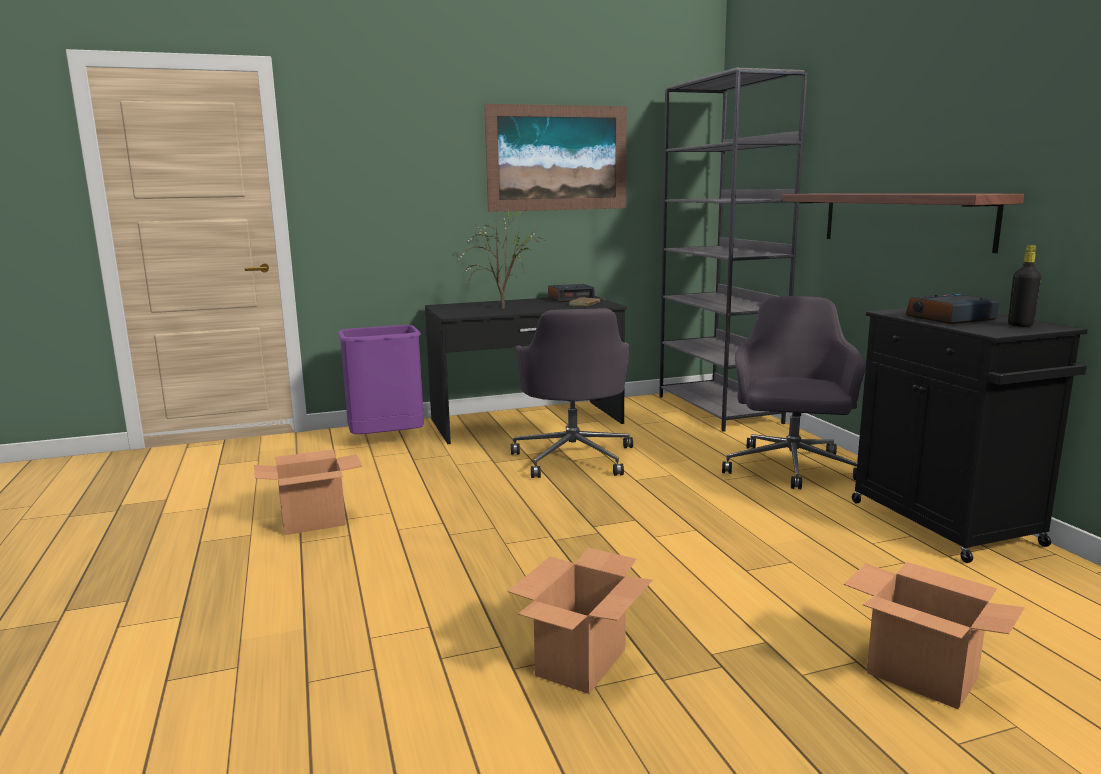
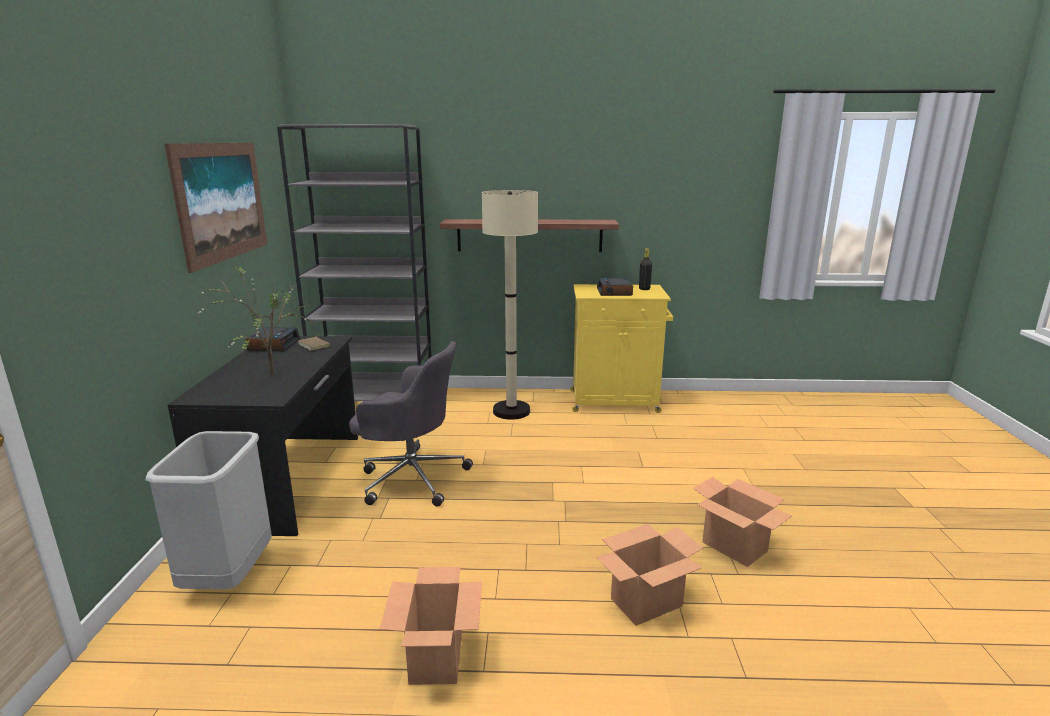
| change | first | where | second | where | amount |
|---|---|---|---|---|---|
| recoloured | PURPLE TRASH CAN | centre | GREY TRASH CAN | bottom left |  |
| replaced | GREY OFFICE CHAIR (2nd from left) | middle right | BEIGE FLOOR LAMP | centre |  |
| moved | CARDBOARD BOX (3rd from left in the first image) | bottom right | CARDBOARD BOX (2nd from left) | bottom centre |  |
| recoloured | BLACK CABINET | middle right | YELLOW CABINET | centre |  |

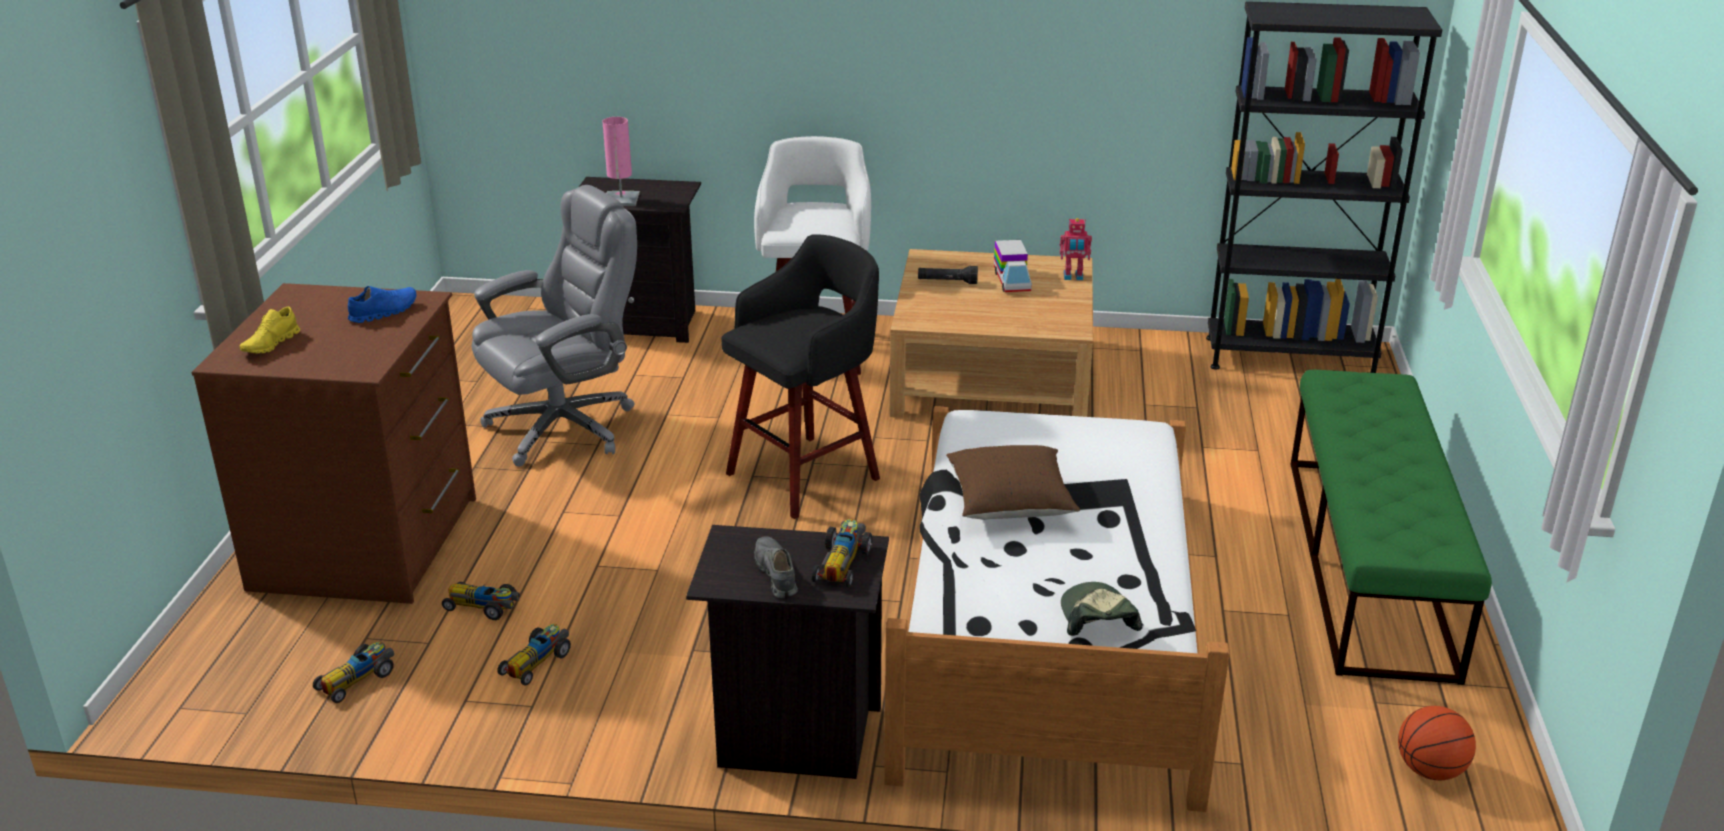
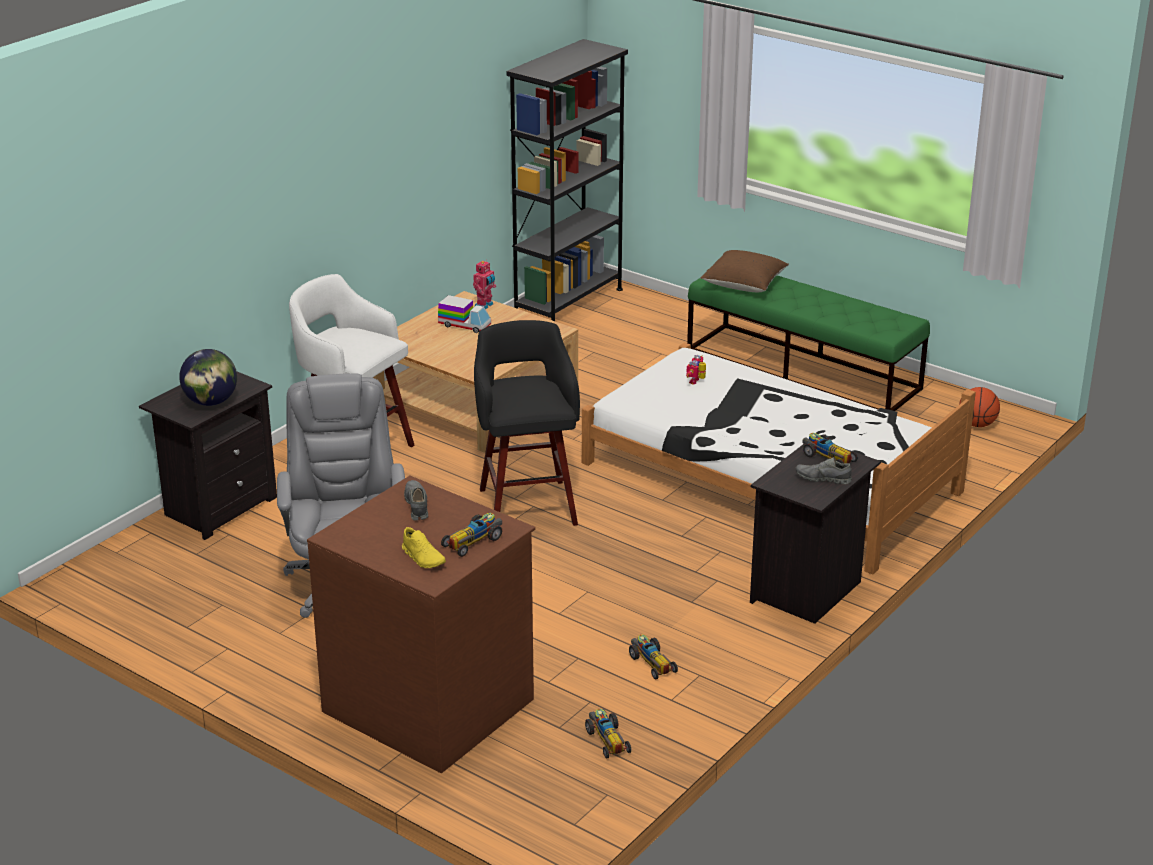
| change | first | where | second | where | amount |
|---|---|---|---|---|---|
| recoloured | BLUE SHOE | middle left | GREY SHOE (1st from left) | centre |  |
| moved | TOY CAR (2nd from left in the first image) | bottom left | TOY CAR (1st from left) | centre |  |
| replaced | PINK TABLE LAMP | top centre | GLOBE | middle left |  |
| removed | BLACK FLASHLIGHT | top centre |  |  |  |
| moved | BROWN PILLOW | centre |  | top centre |  |
| removed | CAP | bottom centre |  |  |  |
| added |  |  | TOY ROBOT (2nd from left) | centre |  |

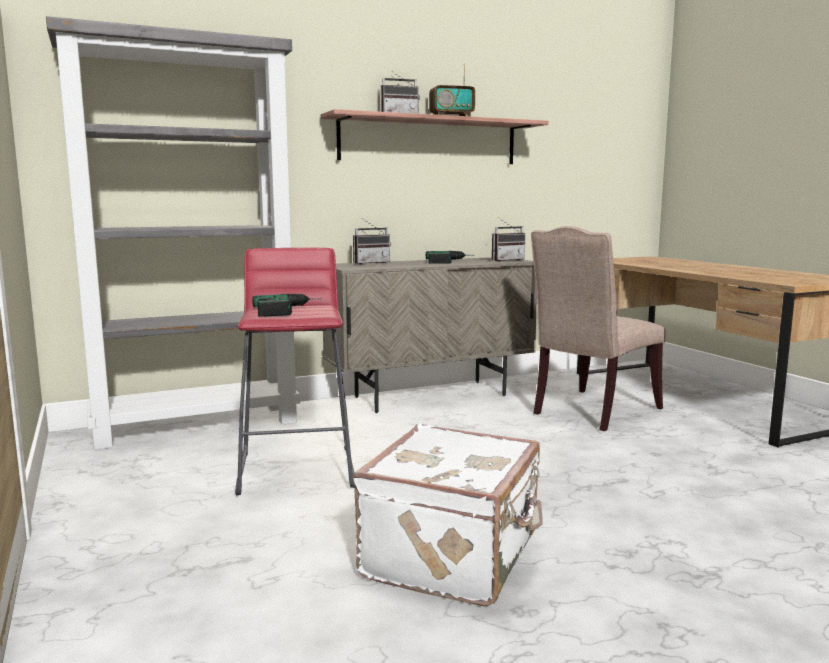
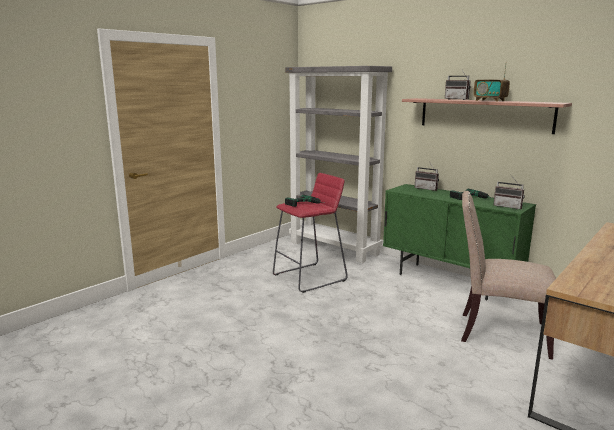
| change | first | where | second | where | amount |
|---|---|---|---|---|---|
| recoloured | BEIGE CABINET | centre | GREEN CABINET | middle right |  |
| removed | WHITE SUITCASE | bottom centre |  |  |  |

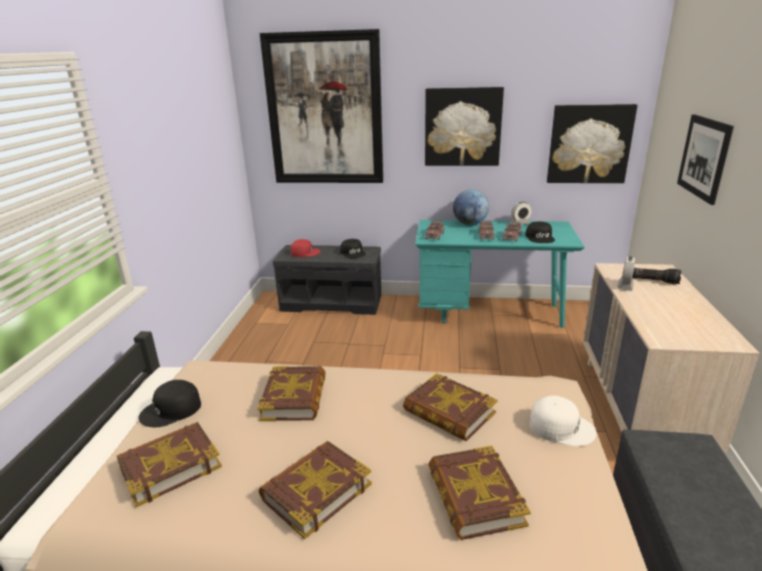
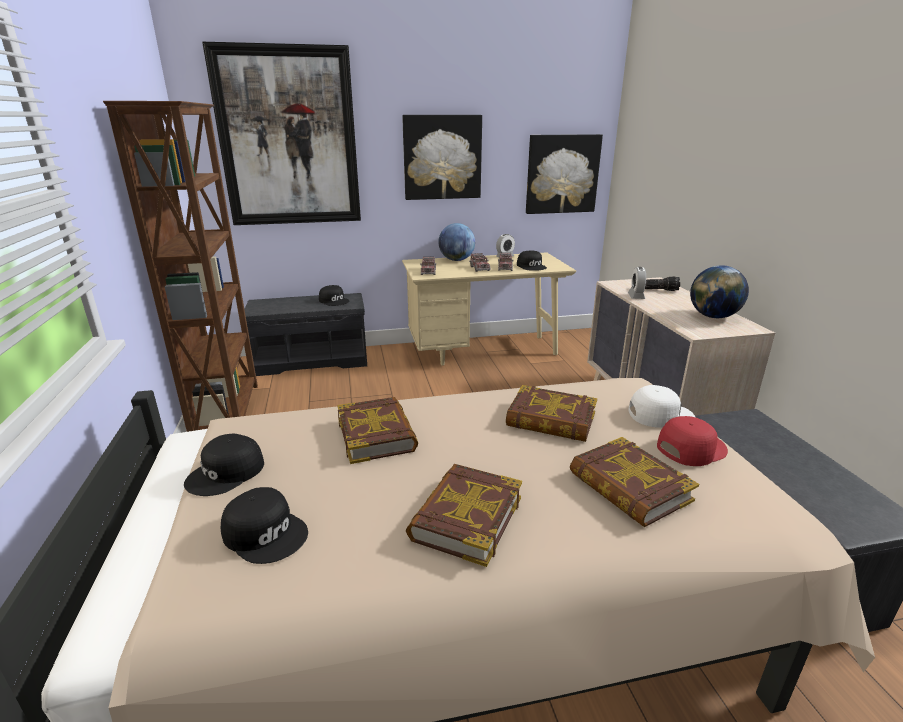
| change | first | where | second | where | amount |
|---|---|---|---|---|---|
| replaced | BOOK (1st from left) | bottom left | BLACK CAP (2nd from left) | bottom left |  |
| moved | RED CAP | centre |  | middle right |  |
| recoloured | TURQUOISE DESK | centre | BEIGE DESK | centre |  |
| removed | PICTURE (4th from left) | top right |  |  |  |
| added |  |  | BROWN BOOKCASE | middle left |  |
| added |  |  | GLOBE (2nd from left) | middle right |  |

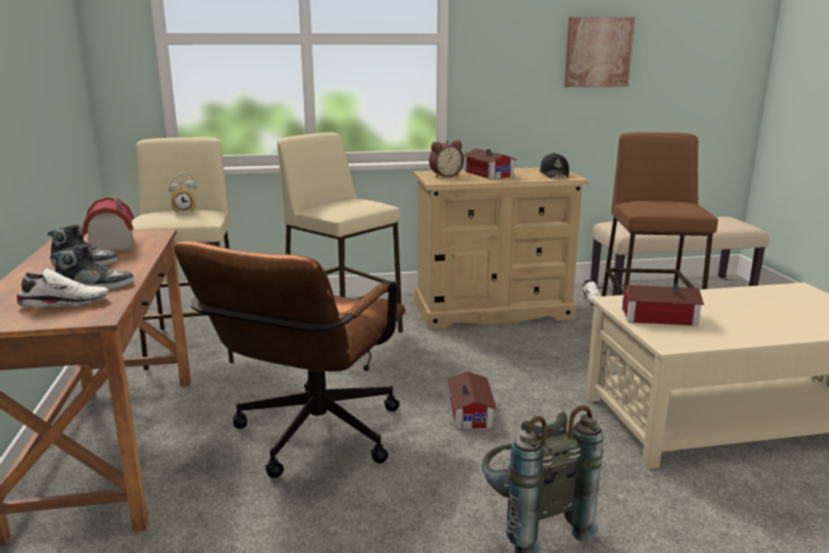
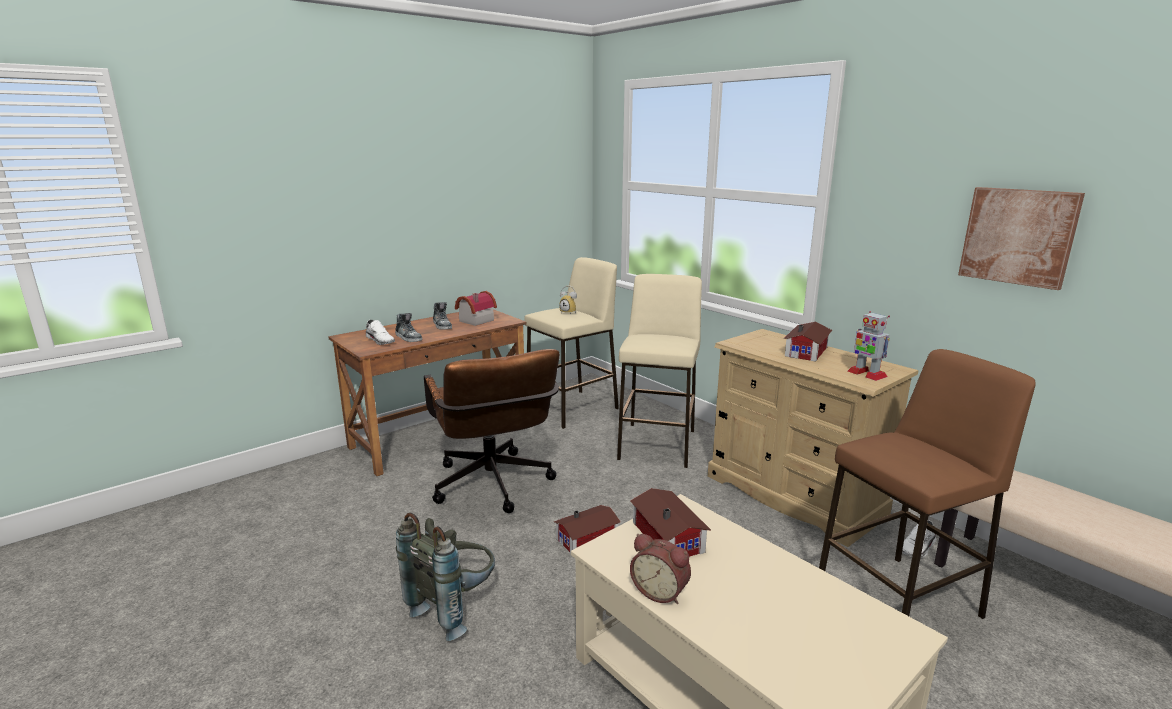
| change | first | where | second | where | amount |
|---|---|---|---|---|---|
| turned | BROWN OFFICE CHAIR | centre |  | centre | 105 degrees counterclockwise |
| moved | ALARM CLOCK (2nd from left) | top centre |  | bottom centre |  |
| replaced | BLACK CAP | top right | TOY ROBOT | middle right |  |

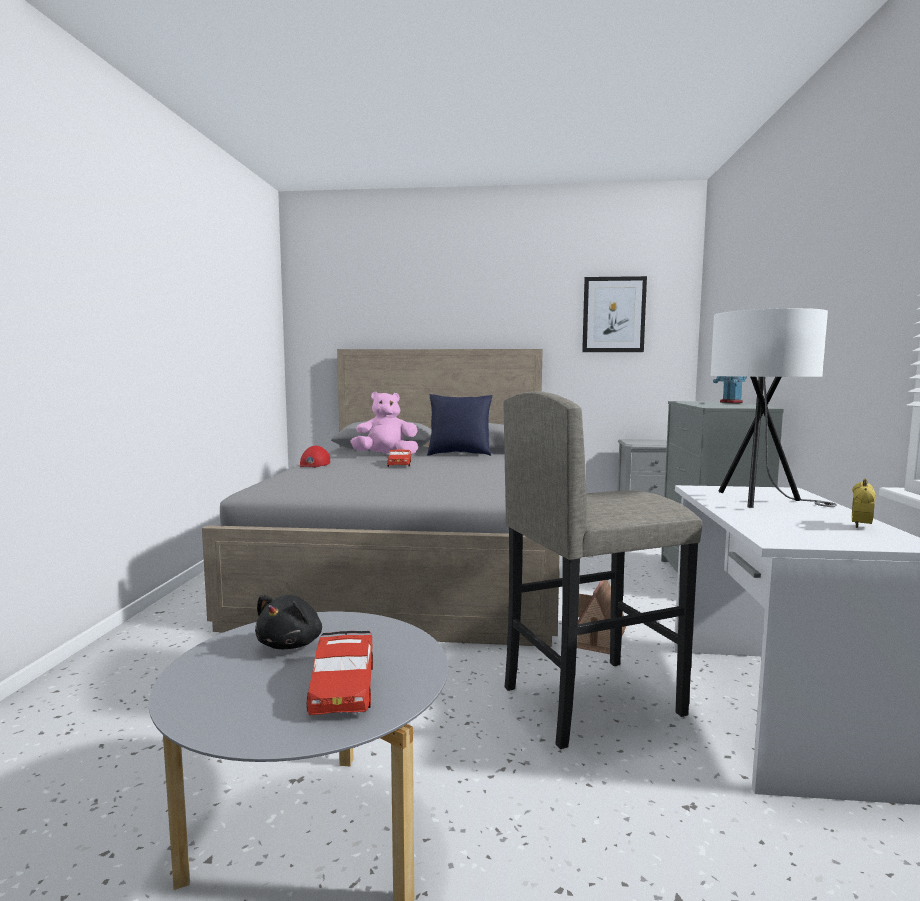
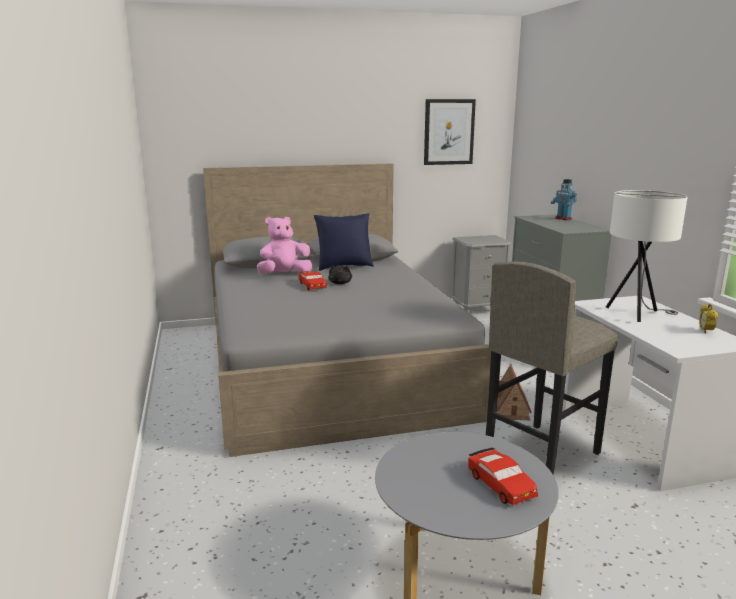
| change | first | where | second | where | amount |
|---|---|---|---|---|---|
| moved | BLACK PLUSH TOY | bottom left |  | centre |  |
| removed | RED CAP | centre |  |  |  |

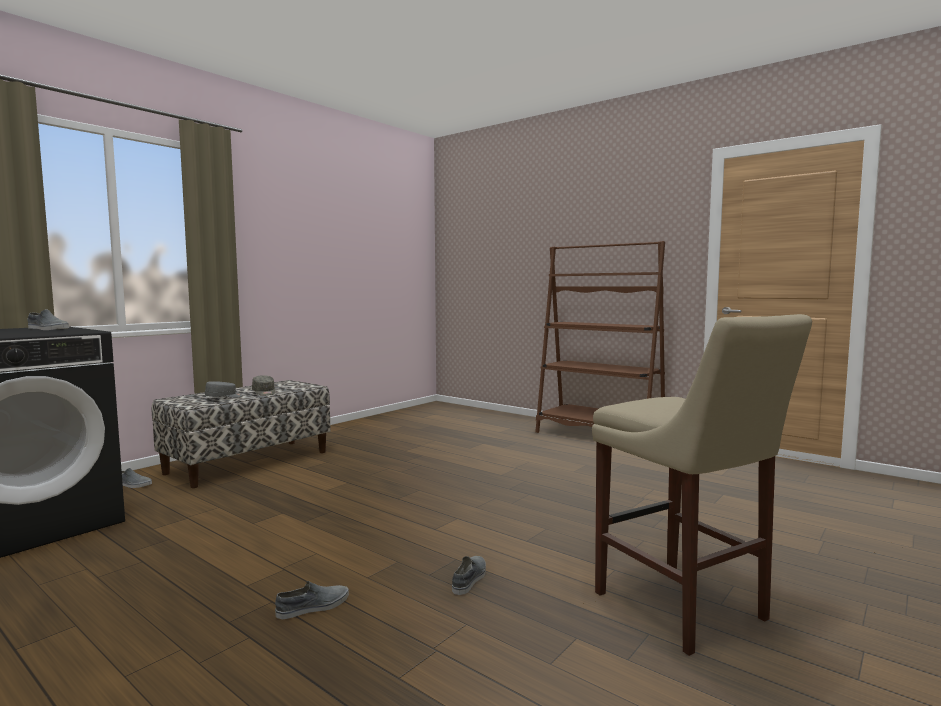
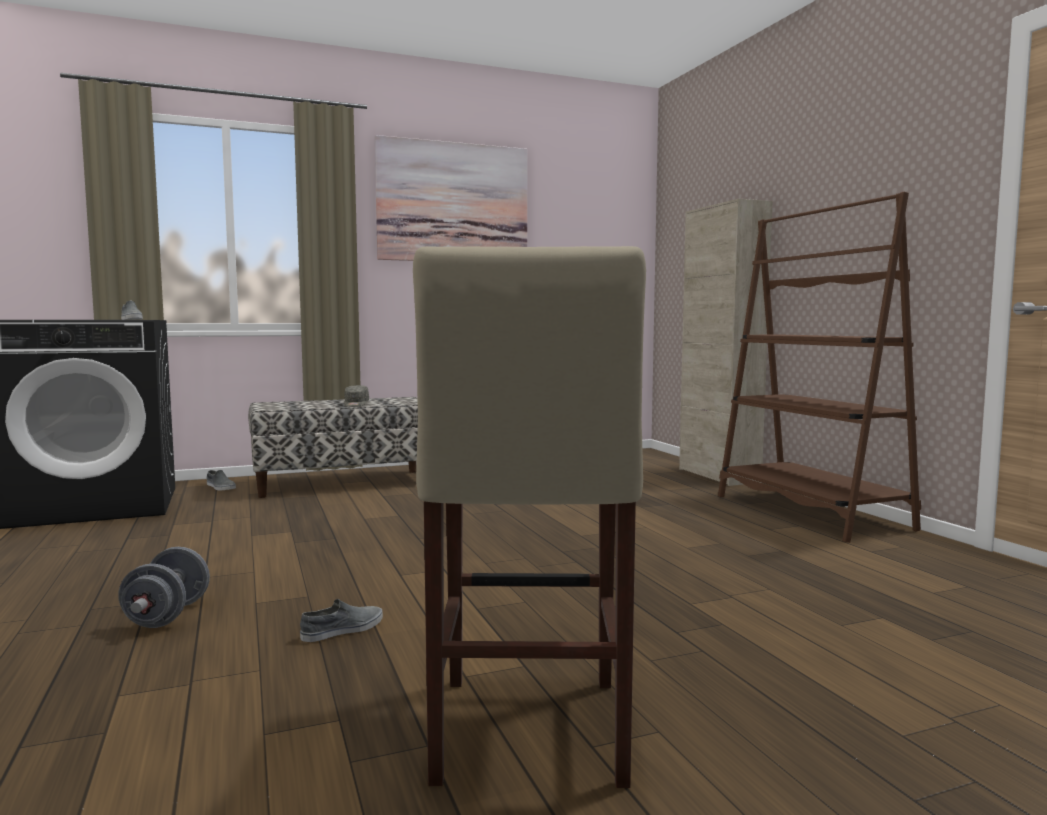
| change | first | where | second | where | amount |
|---|---|---|---|---|---|
| removed | GREY CAP (1st from left) | middle left |  |  |  |
| replaced | GREY SHOE (3rd from left) | bottom left | GREY DUMBBELL | bottom left |  |
| added |  |  | PICTURE | top centre |  |
| added |  |  | BEIGE CABINET | middle right |  |

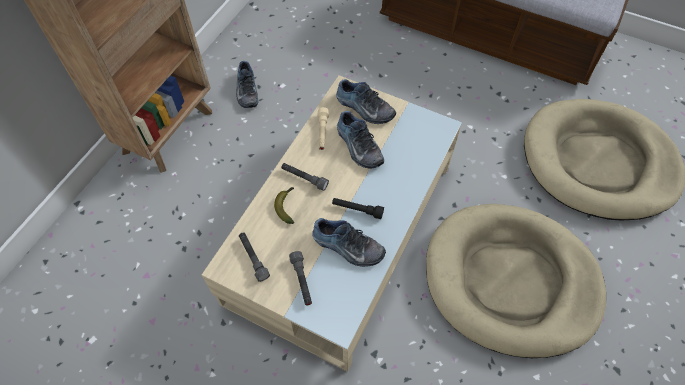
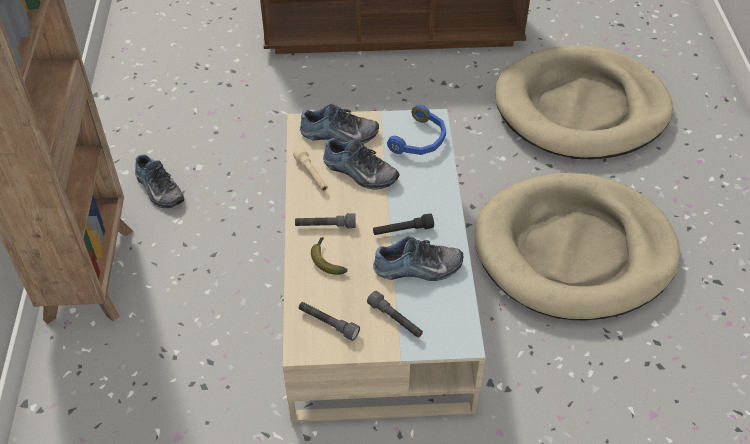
| change | first | where | second | where | amount |
|---|---|---|---|---|---|
| added |  |  | BLUE HEADPHONES | top centre |  |

